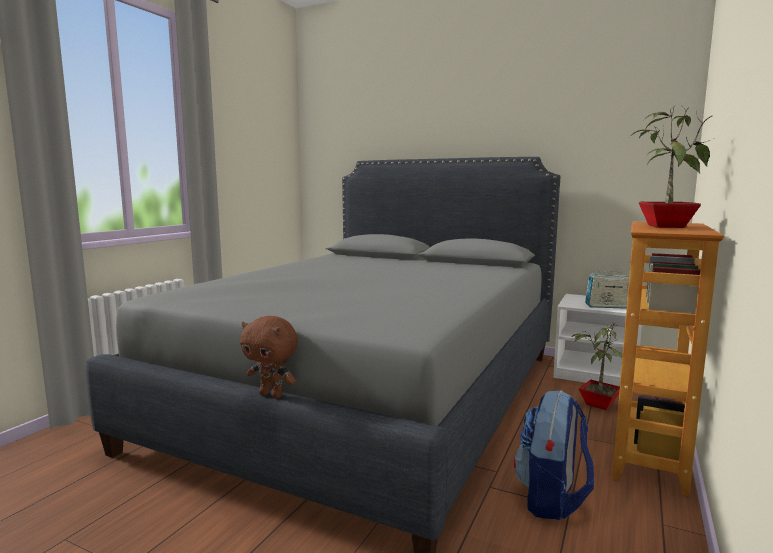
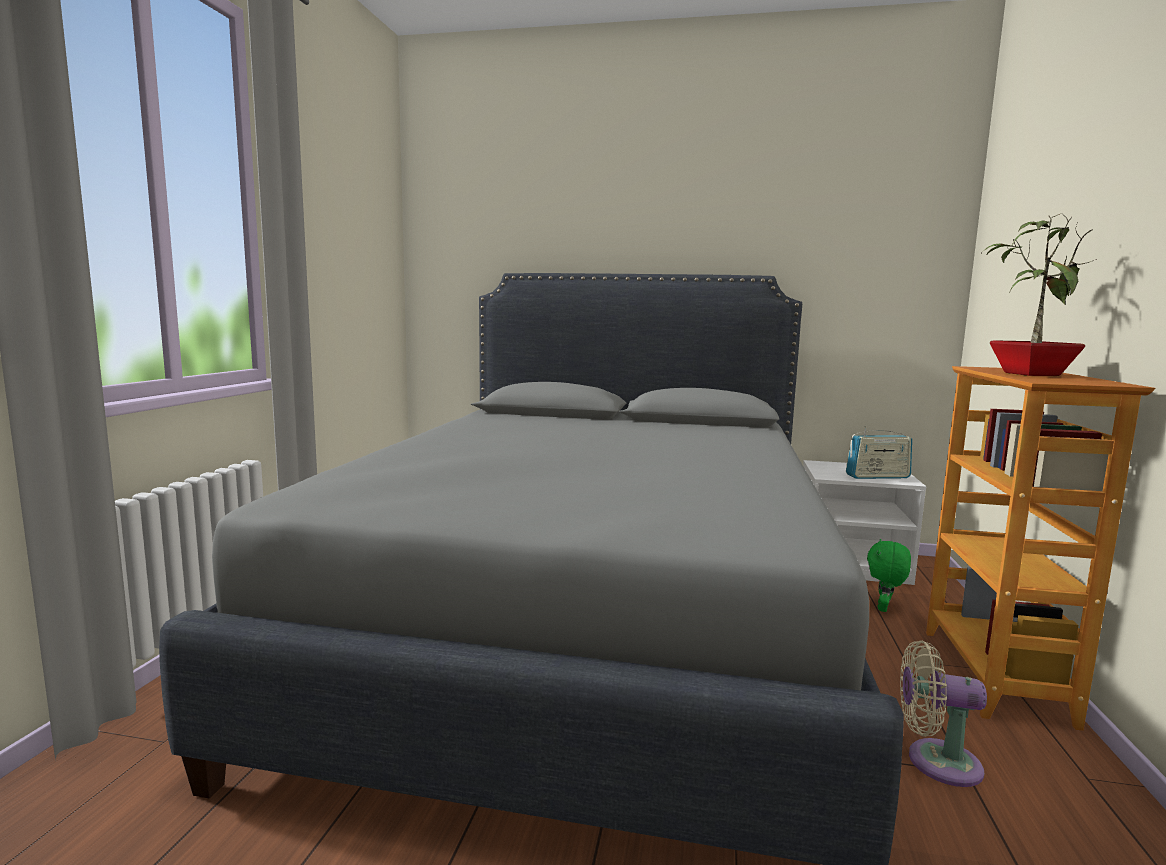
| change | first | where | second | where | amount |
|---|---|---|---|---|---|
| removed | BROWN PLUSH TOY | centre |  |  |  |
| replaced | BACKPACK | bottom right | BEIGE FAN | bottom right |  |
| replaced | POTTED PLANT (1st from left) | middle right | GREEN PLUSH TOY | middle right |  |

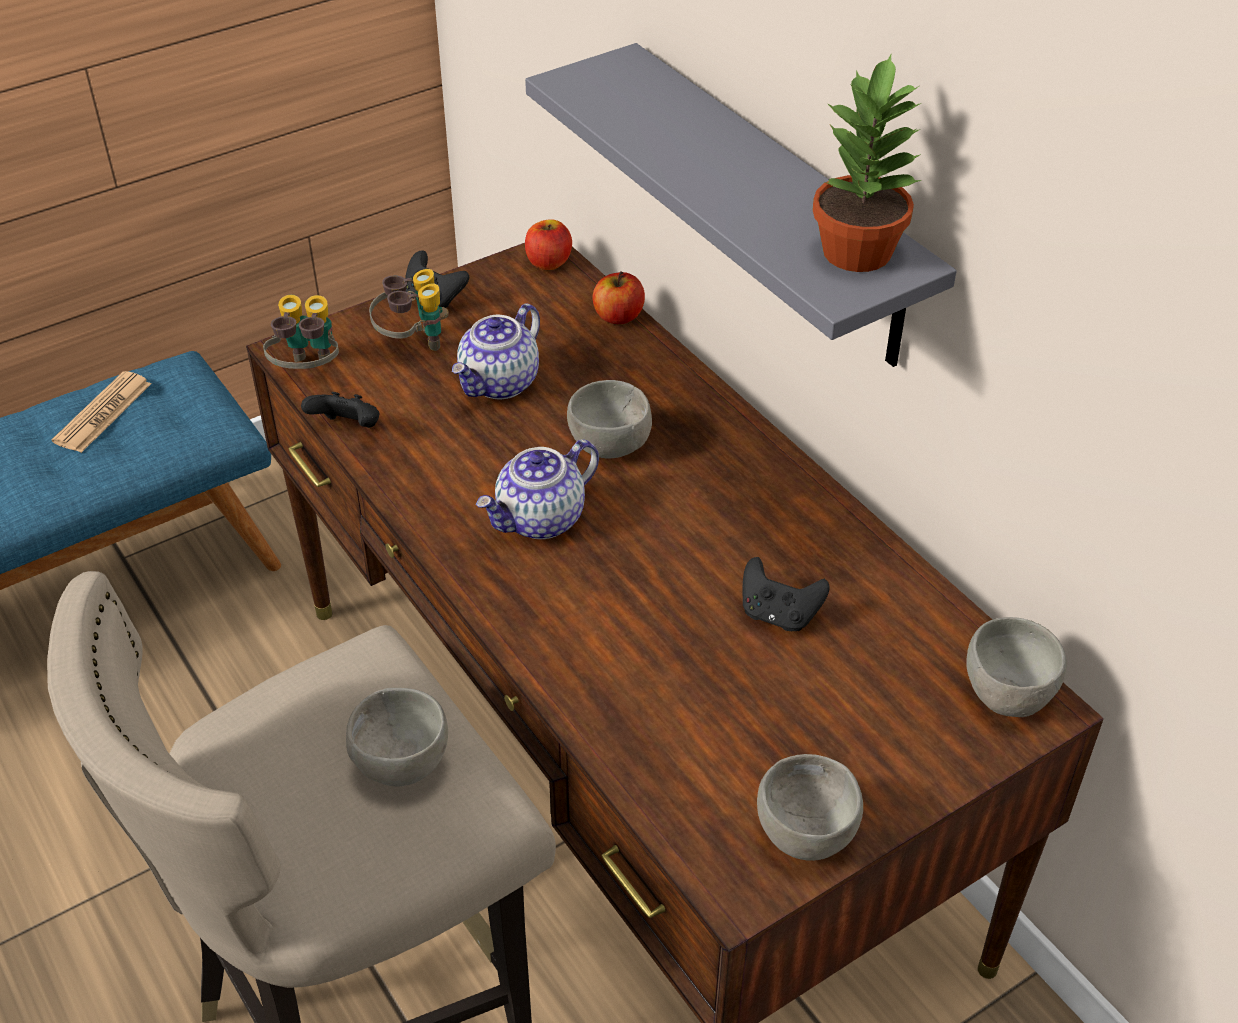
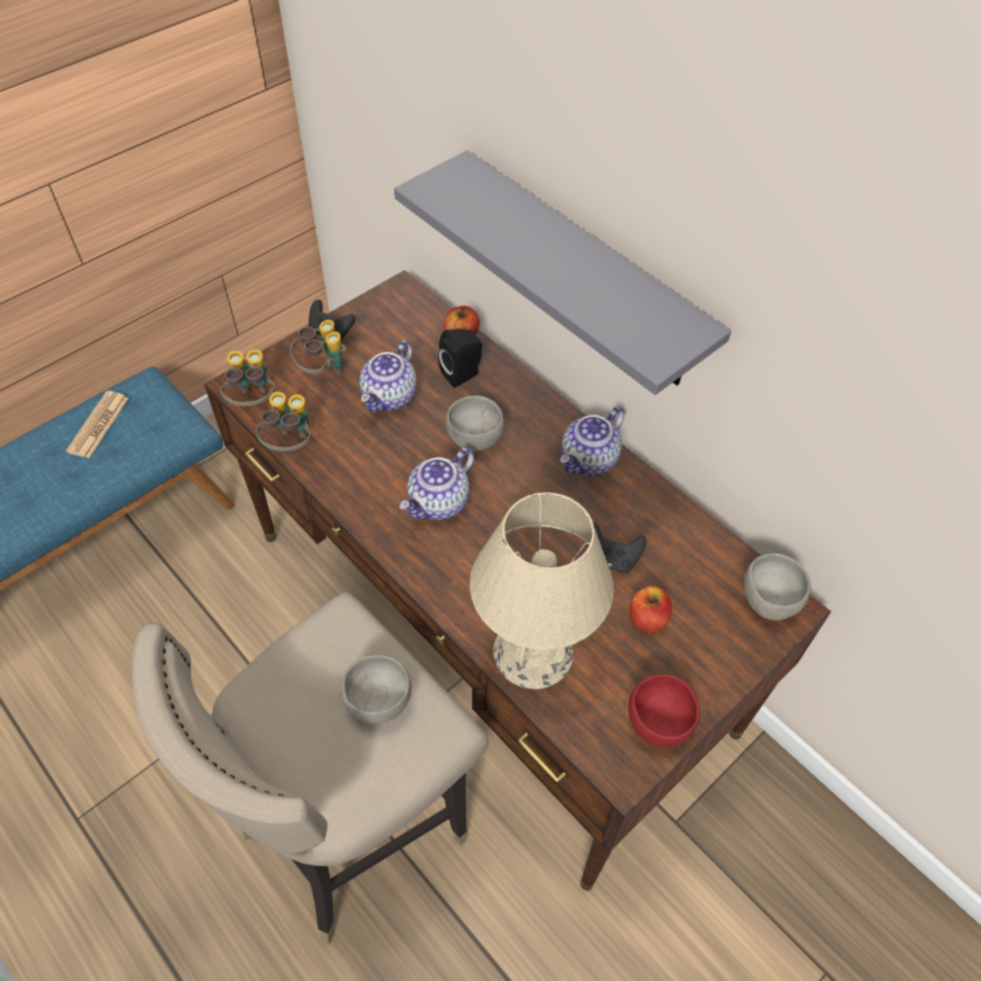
| change | first | where | second | where | amount |
|---|---|---|---|---|---|
| replaced | BLACK GAME CONTROLLER (1st from left) | middle left | BINOCULARS (2nd from left) | middle left |  |
| moved | APPLE (1st from left in the first image) | top centre | APPLE (2nd from left) | centre |  |
| recoloured | GREY BOWL (3rd from left) | bottom centre | RED BOWL | bottom right |  |
| removed | POTTED PLANT | top right |  |  |  |
| added |  |  | BLACK SPEAKER | centre |  |
| added |  |  | BEIGE TABLE LAMP | centre |  |
| added |  |  | TEAPOT (3rd from left) | centre |  |

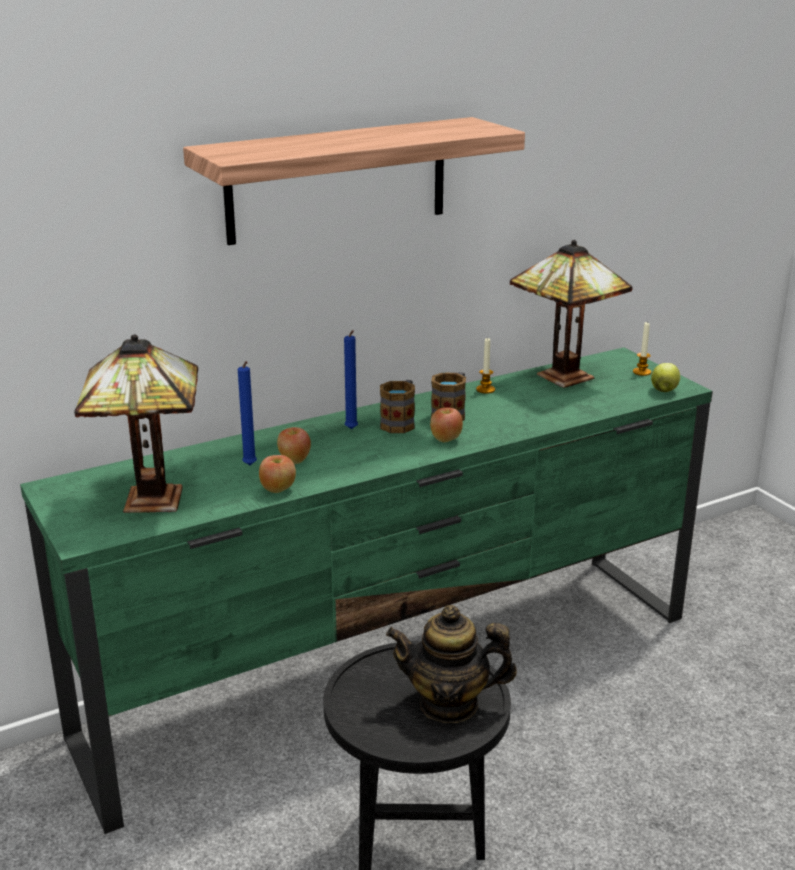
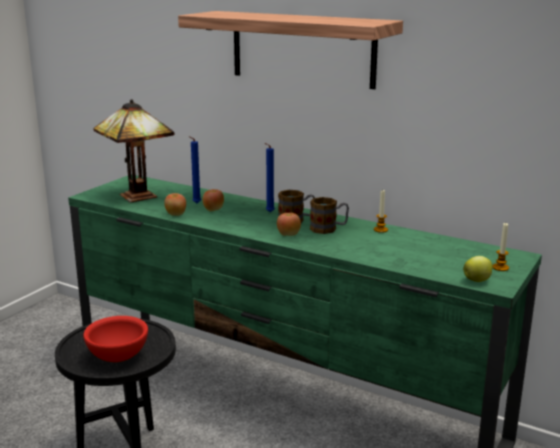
| change | first | where | second | where | amount |
|---|---|---|---|---|---|
| replaced | TEAPOT | bottom centre | RED BOWL | bottom left |  |
| removed | TABLE LAMP (2nd from left) | middle right |  |  |  |

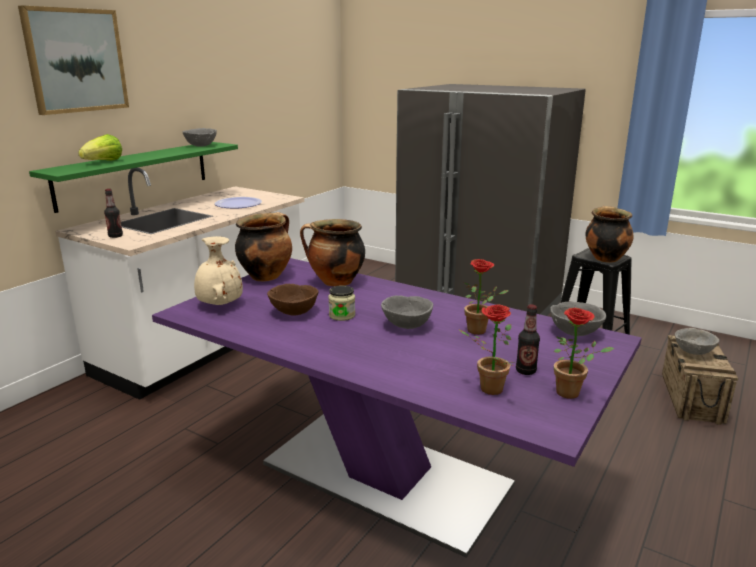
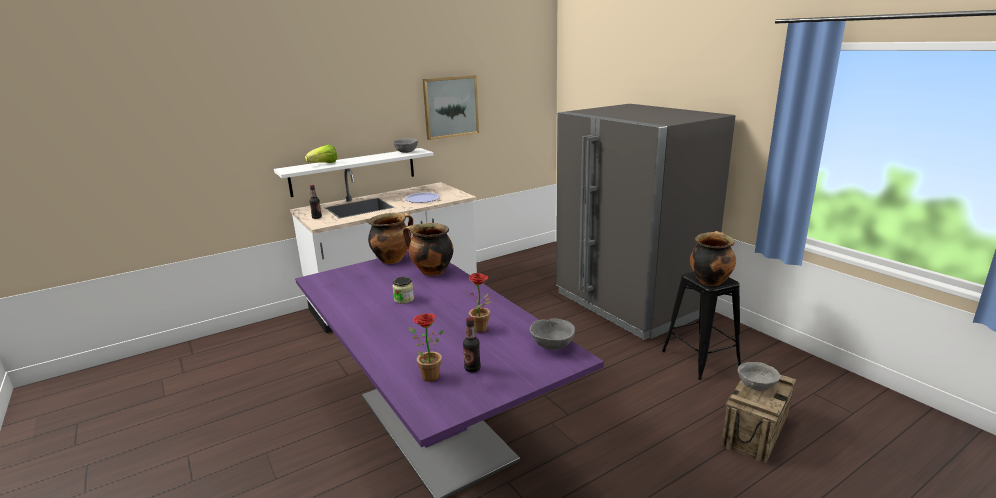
| change | first | where | second | where | amount |
|---|---|---|---|---|---|
| moved | PICTURE | top left |  | top centre |  |
| recoloured | GREEN SHELF | top left | WHITE SHELF | centre |  |
| removed | BEIGE VASE | middle left |  |  |  |
| removed | BROWN BOWL | centre |  |  |  |
| removed | GREY BOWL (2nd from left) | centre |  |  |  |
| removed | POTTED PLANT (3rd from left) | middle right |  |  |  |

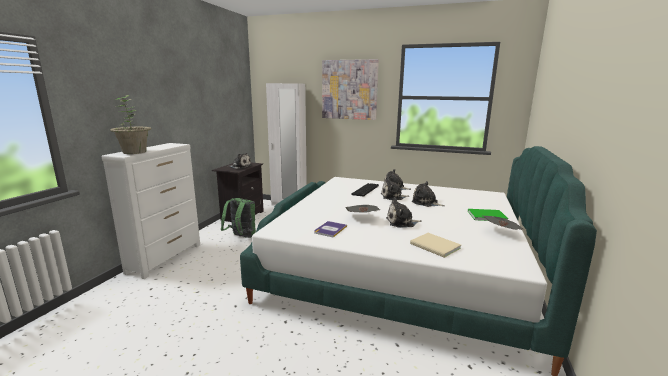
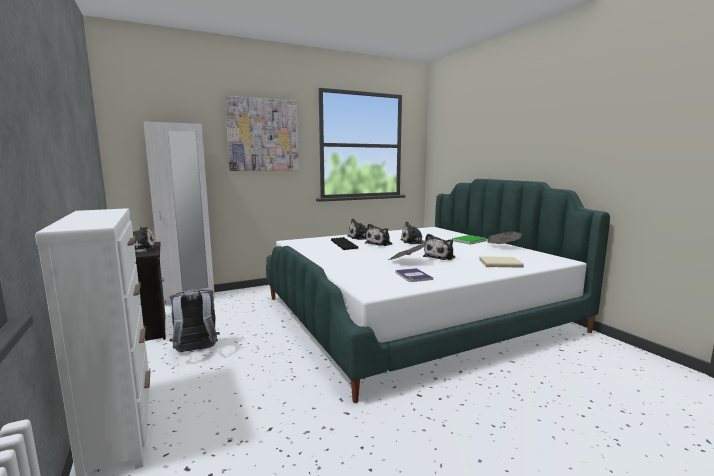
| change | first | where | second | where | amount |
|---|---|---|---|---|---|
| removed | POTTED PLANT | top left |  |  |  |
| recoloured | GREEN BACKPACK | centre | GREY BACKPACK | bottom left |  |

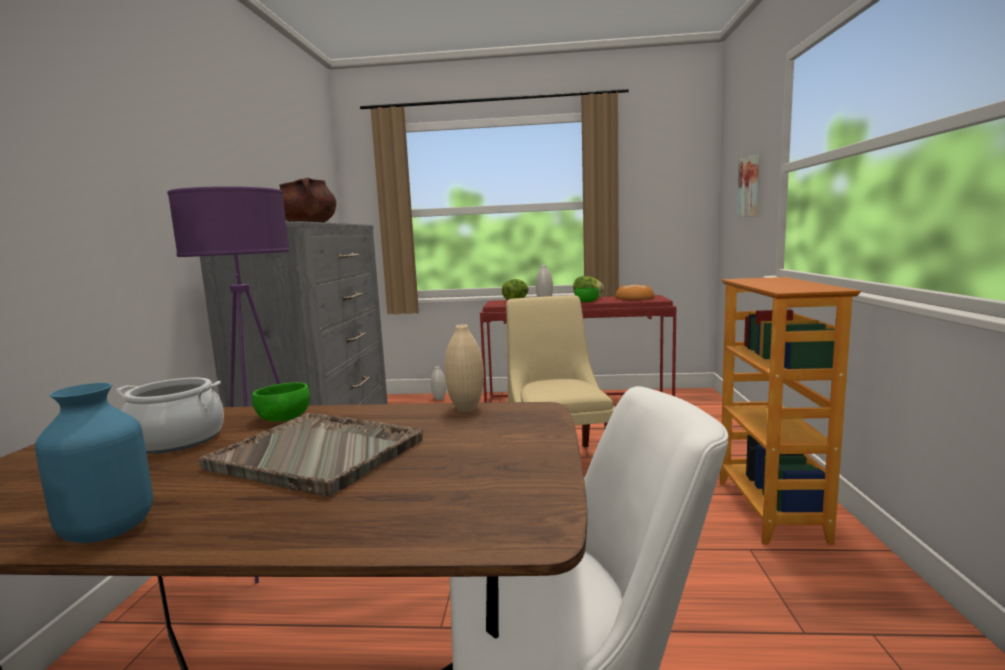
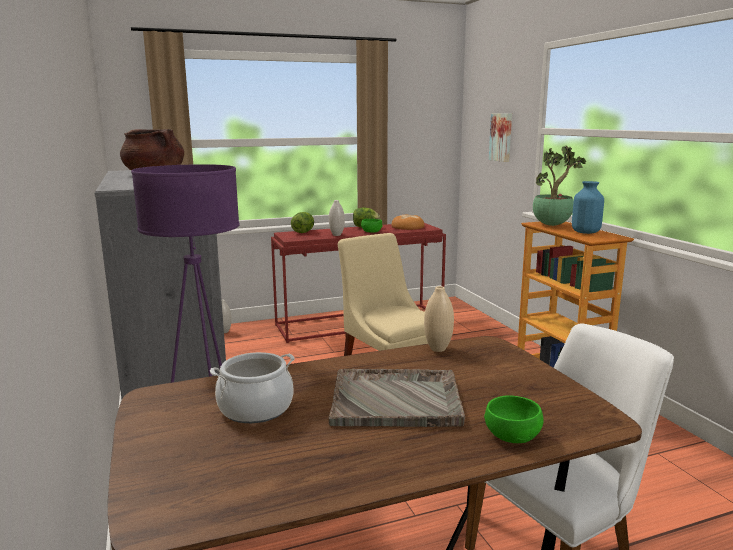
| change | first | where | second | where | amount |
|---|---|---|---|---|---|
| moved | BLUE VASE | bottom left |  | middle right |  |
| moved | GREEN BOWL (1st from left in the first image) | middle left | GREEN BOWL (2nd from left) | bottom right |  |
| added |  |  | POTTED PLANT | middle right |  |

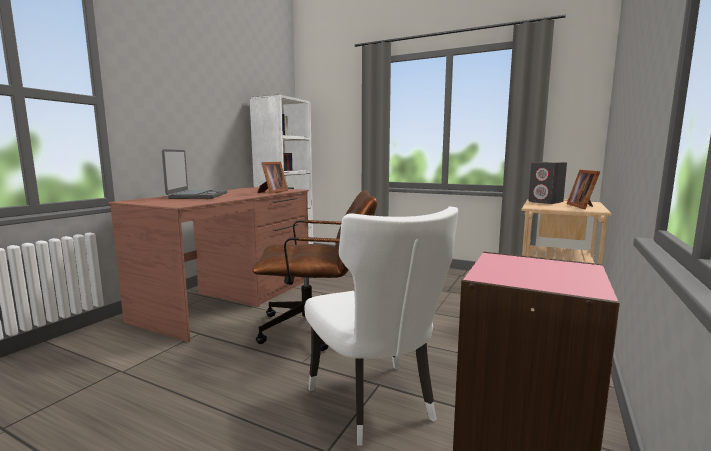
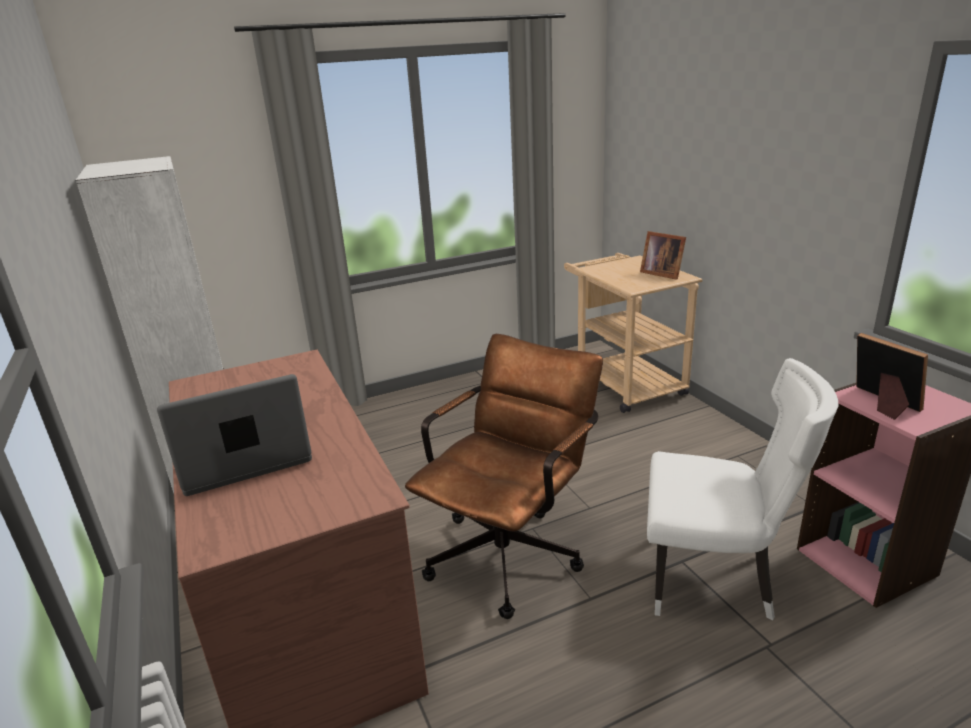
| change | first | where | second | where | amount |
|---|---|---|---|---|---|
| turned | LAPTOP | middle left |  | middle left | 60 degrees counterclockwise |
| moved | PICTURE FRAME (1st from left in the first image) | centre | PICTURE FRAME (2nd from left) | middle right |  |
| removed | GREY SPEAKER | middle right |  |  |  |

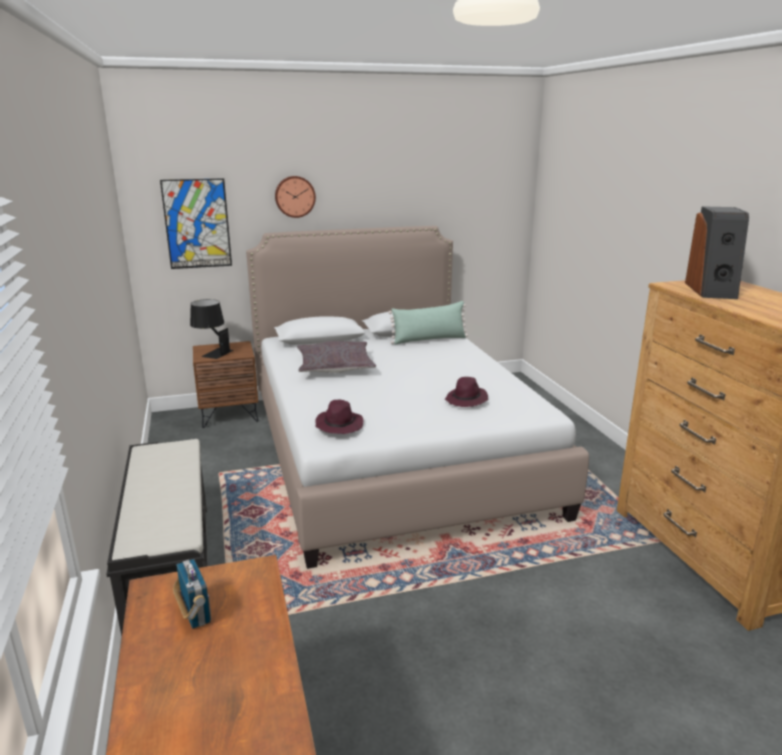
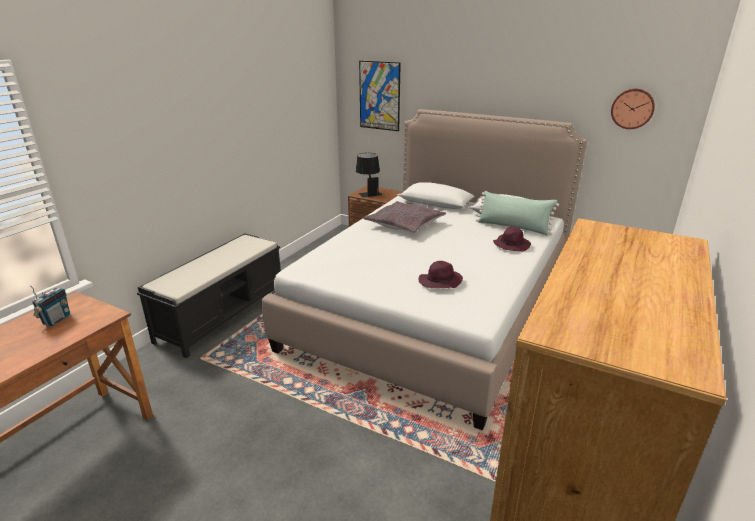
| change | first | where | second | where | amount |
|---|---|---|---|---|---|
| moved | WALL CLOCK | top centre |  | top right |  |
| moved | PURPLE HAT (1st from left in the first image) | centre | PURPLE HAT (2nd from left) | middle right |  |
| removed | SPEAKER | middle right |  |  |  |

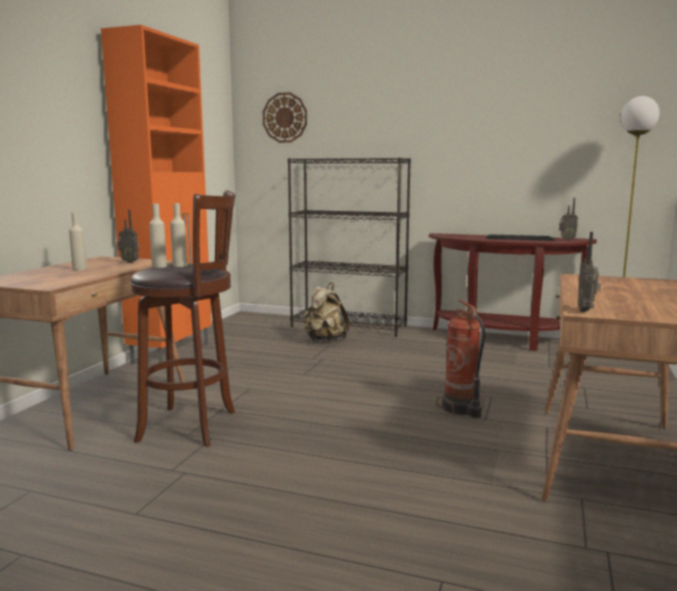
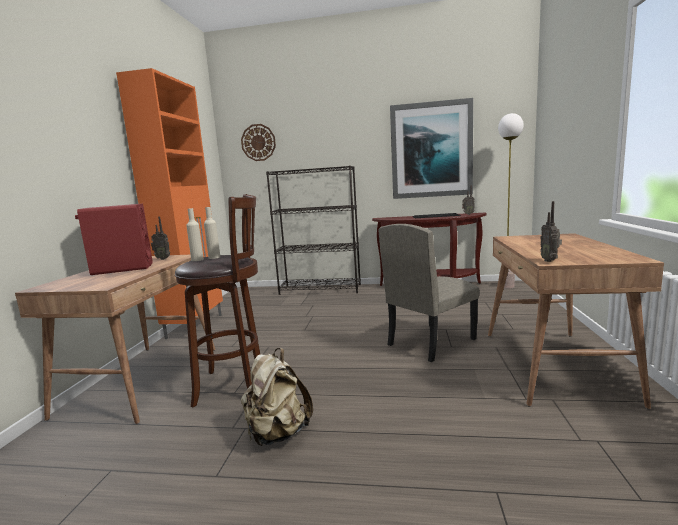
| change | first | where | second | where | amount |
|---|---|---|---|---|---|
| replaced | BEIGE BOTTLE (1st from left) | middle left | RED SPEAKER | middle left |  |
| moved | BEIGE BACKPACK | centre |  | bottom centre |  |
| replaced | FIRE EXTINGUISHER | middle right | BEIGE CHAIR | centre |  |
| added |  |  | PICTURE | top centre |  |

